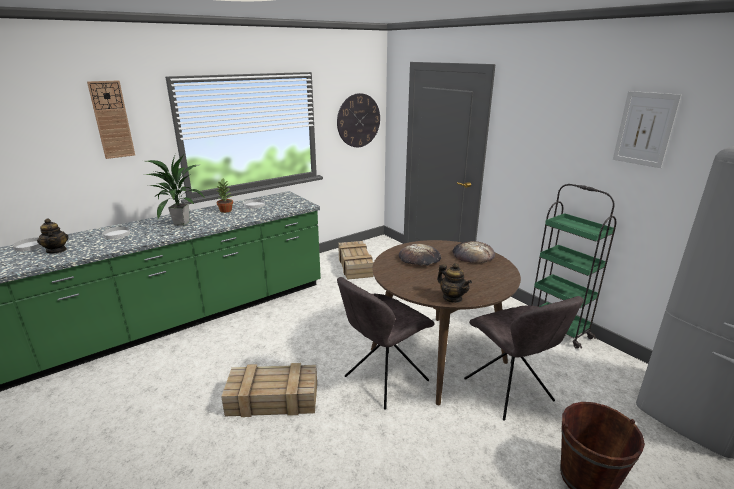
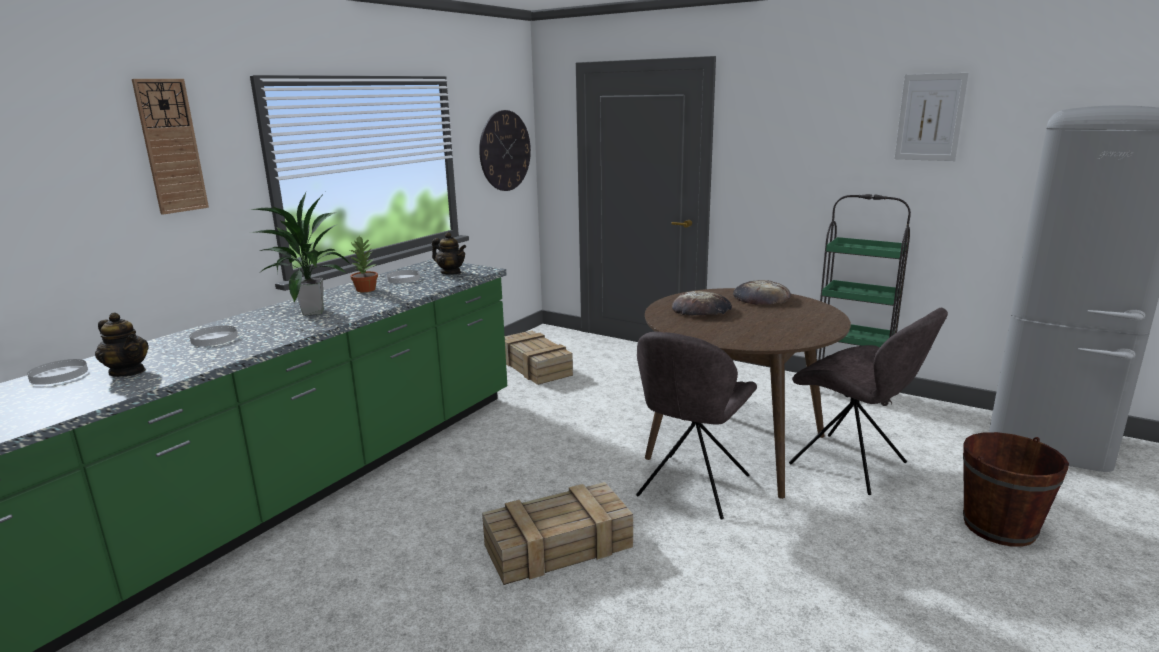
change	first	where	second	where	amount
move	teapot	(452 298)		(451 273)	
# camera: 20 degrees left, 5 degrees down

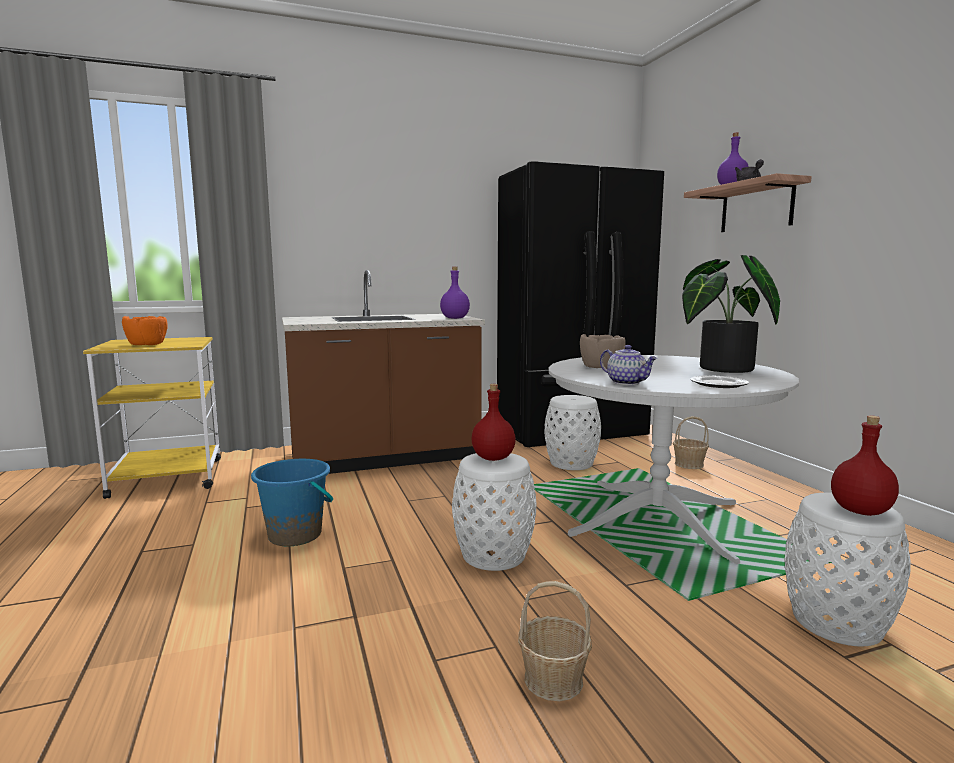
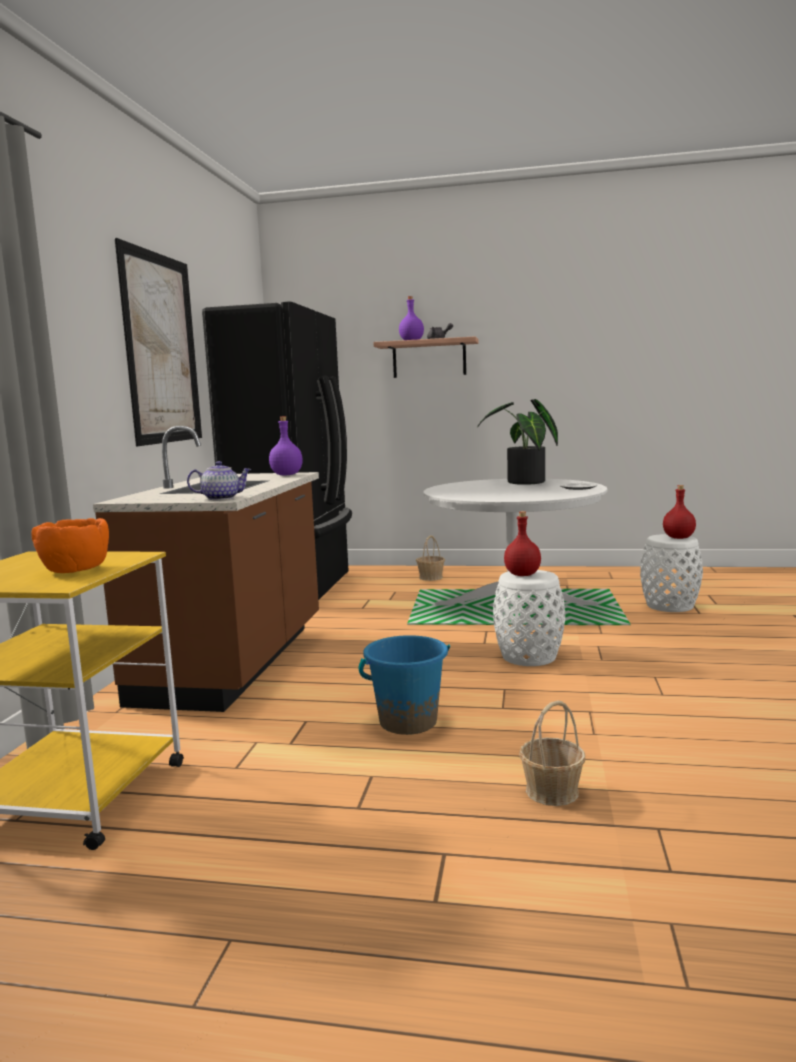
change	first	where	second	where	amount
delete	brown bowl	(601 368)			
move	teapot	(627 382)		(221 498)	
delete	white stool	(571 463)			
move	basket	(553 679)		(551 791)	
insert			picture	(162 349)	
# camera: 60 degrees left, 0 degrees up

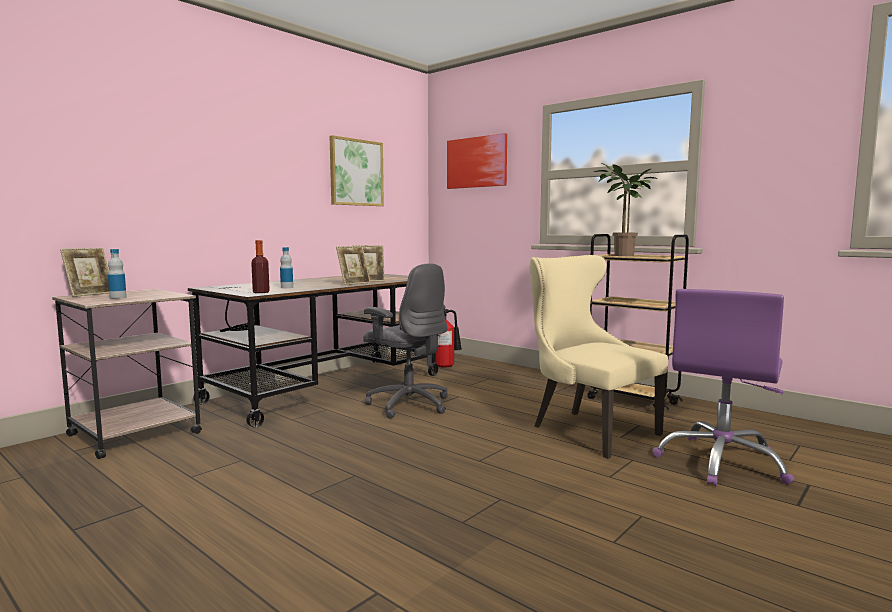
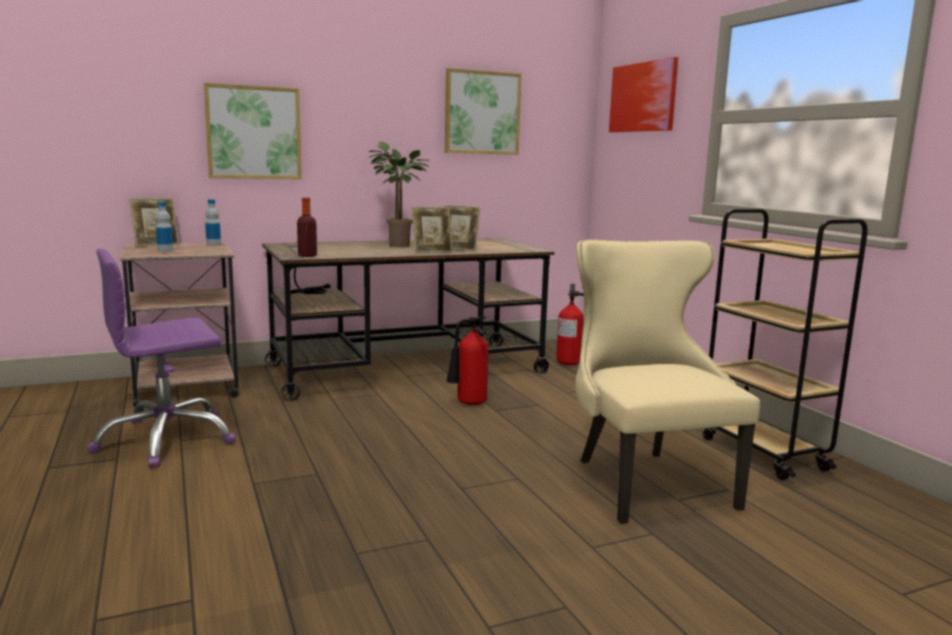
change	first	where	second	where	amount
move	potted plant	(622 257)		(395 245)	
move	bottle	(287 287)		(213 245)	
replace	grey office chair	(408 404)	fire extinguisher	(468 404)	
move	purple office chair	(721 462)		(166 439)	
insert			picture	(254 132)	
# camera: 25 degrees right, 5 degrees up

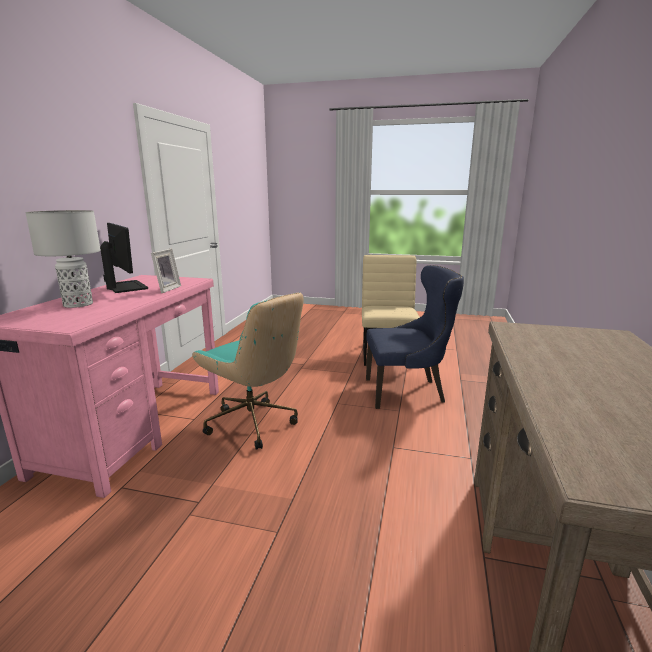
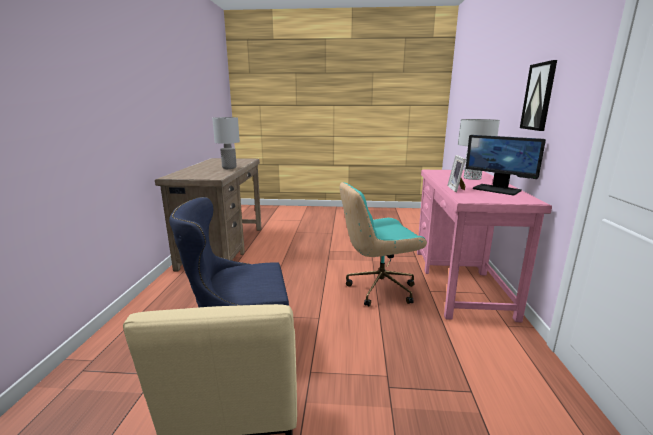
change	first	where	second	where	amount
rotate	turquoise office chair	(253 426)		(378 290)	45 degrees counterclockwise
insert			picture	(538 97)	
insert			grey table lamp	(229 168)	
# camera: 170 degrees right, 0 degrees up

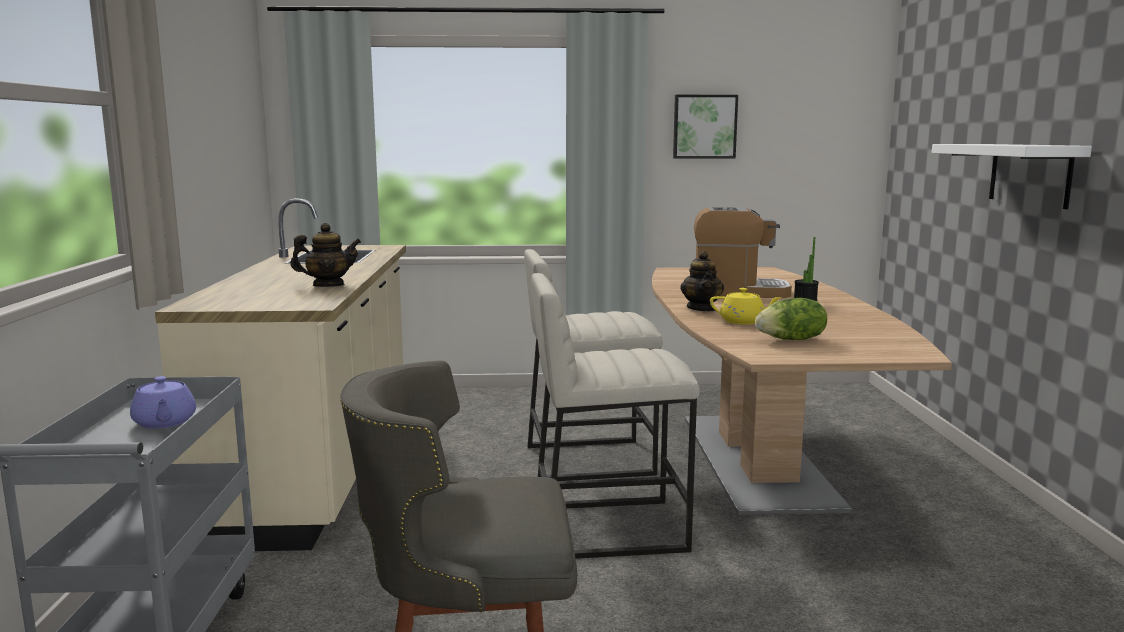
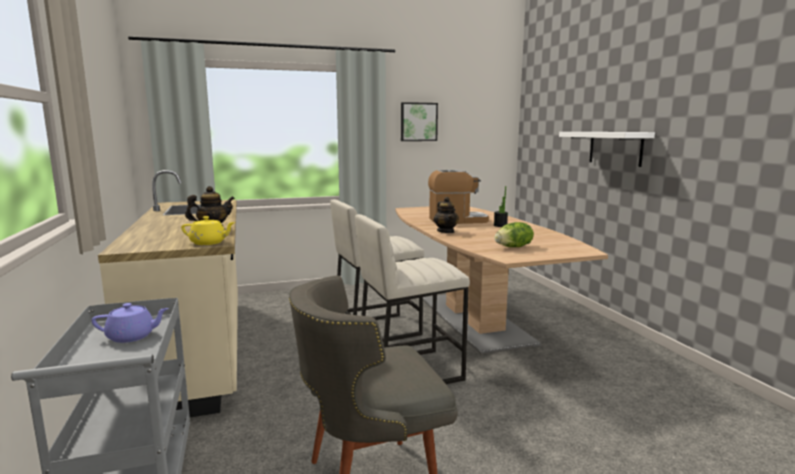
change	first	where	second	where	amount
move	yellow teapot	(743 322)		(209 243)	
rotate	purple teapot	(164 423)		(132 336)	60 degrees counterclockwise
# camera: 15 degrees left, 0 degrees up

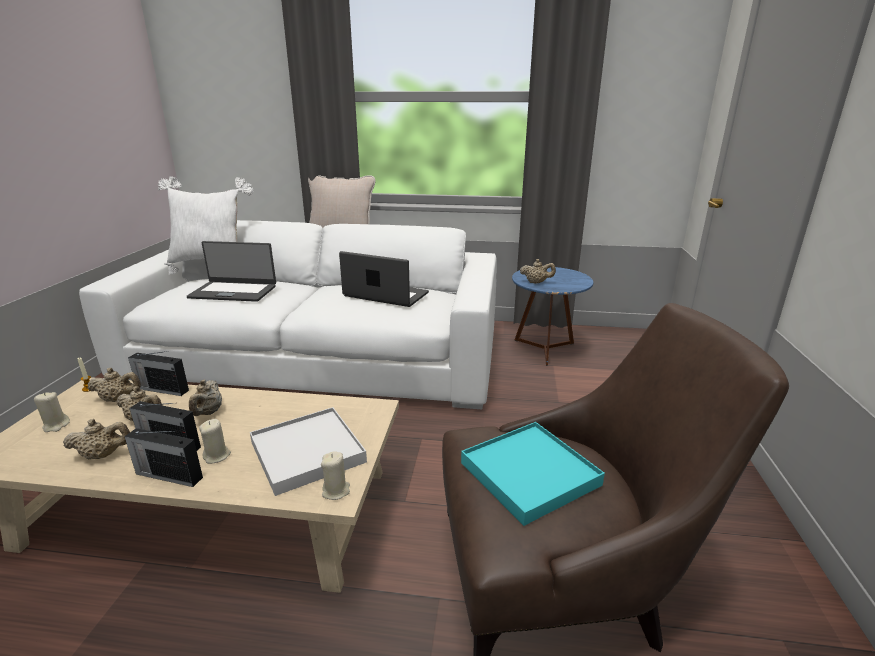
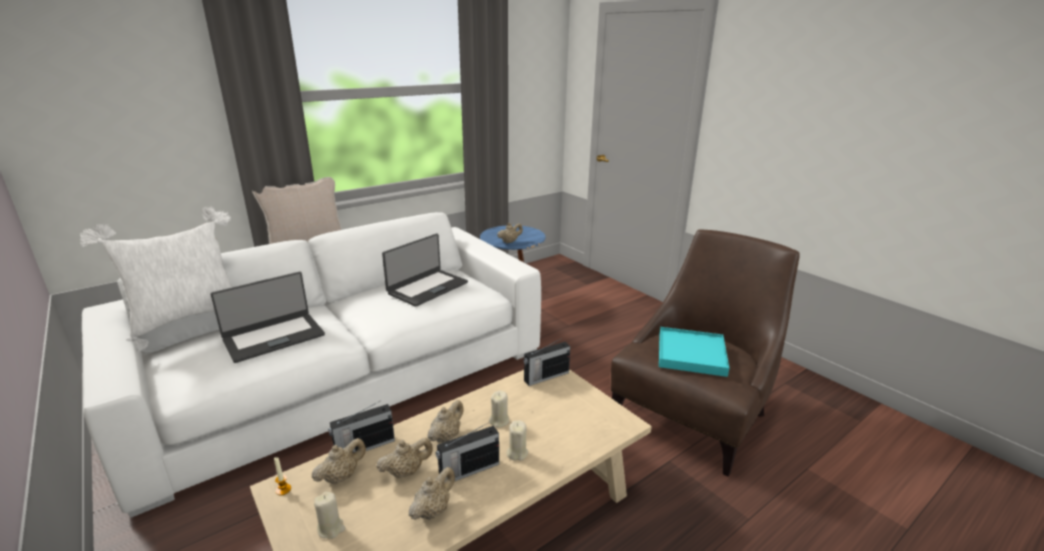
change	first	where	second	where	amount
rotate	laptop	(385 295)		(427 288)	150 degrees clockwise
rotate	beige teapot	(208 412)		(446 436)	105 degrees counterclockwise
delete	white tray	(308 452)			
move	radio	(168 475)		(545 377)	
move	beige candle	(336 491)		(499 420)	
# camera: 45 degrees left, 0 degrees up

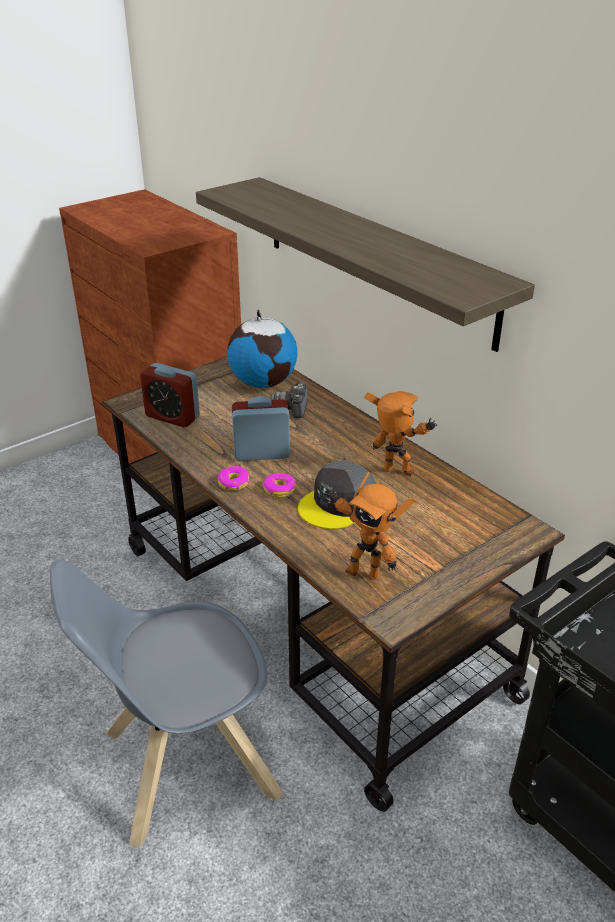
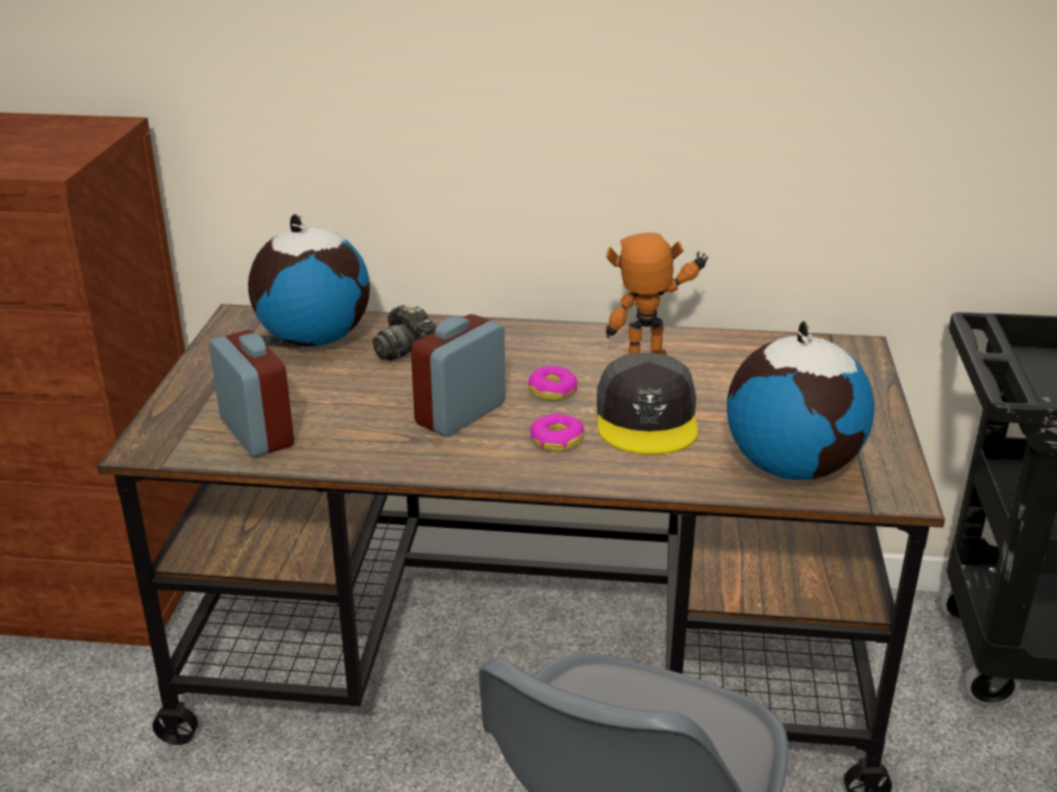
change	first	where	second	where	amount
delete	shelf	(374 258)			
rotate	alarm clock	(172 417)		(256 433)	105 degrees counterclockwise
move	donut	(233 483)		(552 391)	
replace	toy robot	(363 571)	globe	(791 466)	
# camera: 45 degrees left, 5 degrees down

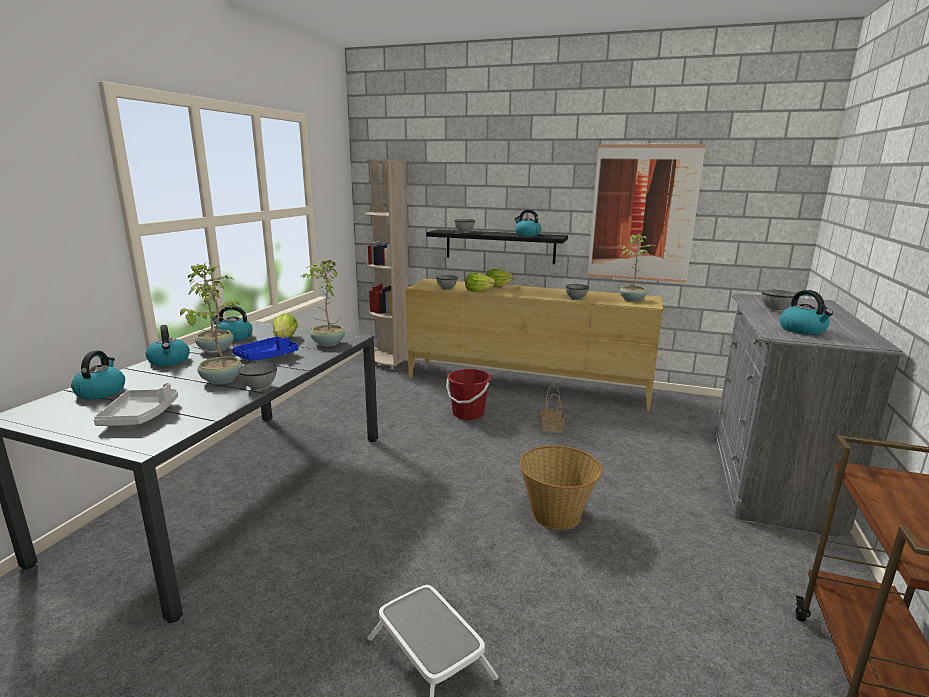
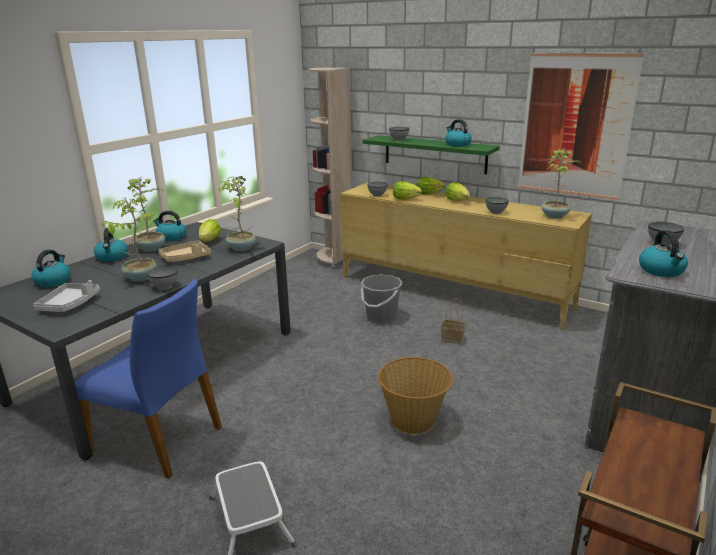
change	first	where	second	where	amount
recolor	black shelf	(500 246)	green shelf	(434 154)	
recolor	blue tray	(267 356)	beige tray	(186 258)	
recolor	red bucket	(468 413)	grey bucket	(381 316)	
insert			lettuce	(457 201)	
insert			blue chair	(158 439)	
# camera: 15 degrees right, 5 degrees up

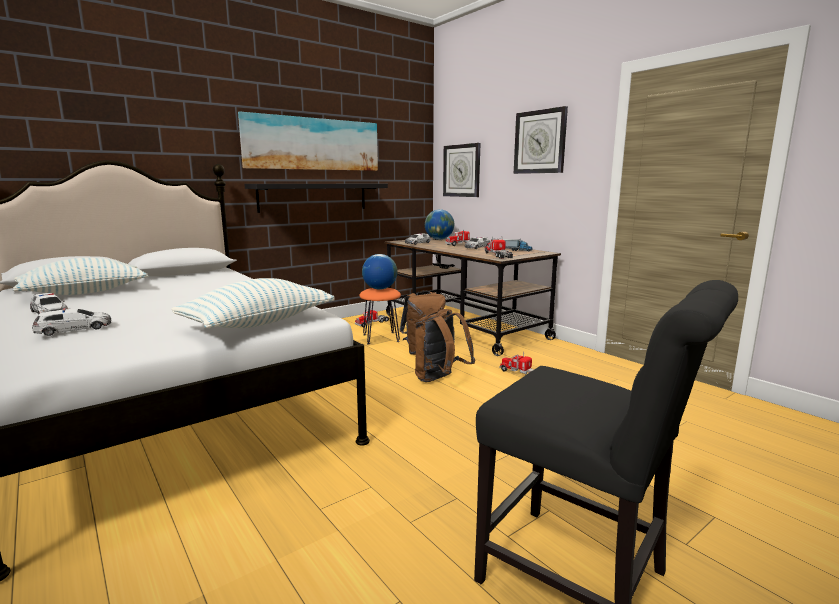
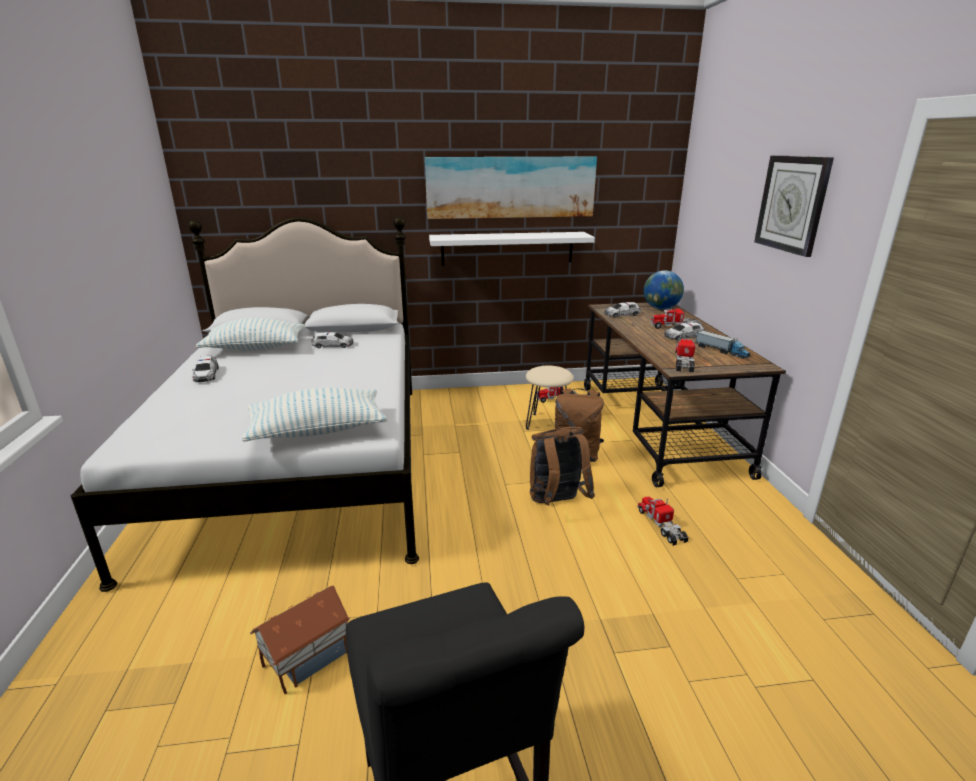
change	first	where	second	where	amount
delete	wall clock	(462 170)			
recolor	black shelf	(313 197)	white shelf	(507 248)	
delete	globe	(380 289)			
recolor	orange stool	(380 338)	beige stool	(547 423)	
move	toy car	(74 329)		(333 345)	
insert			toy house	(305 659)	
# camera: 30 degrees right, 10 degrees up

